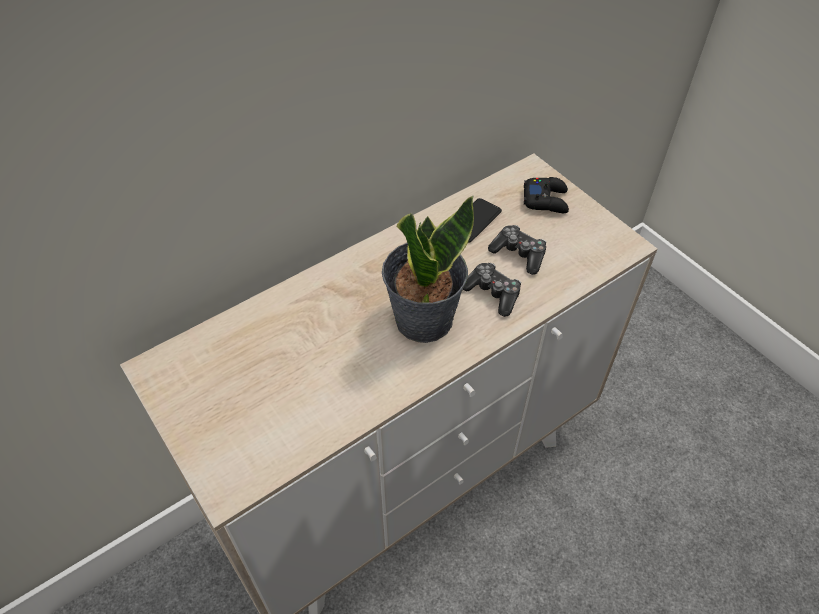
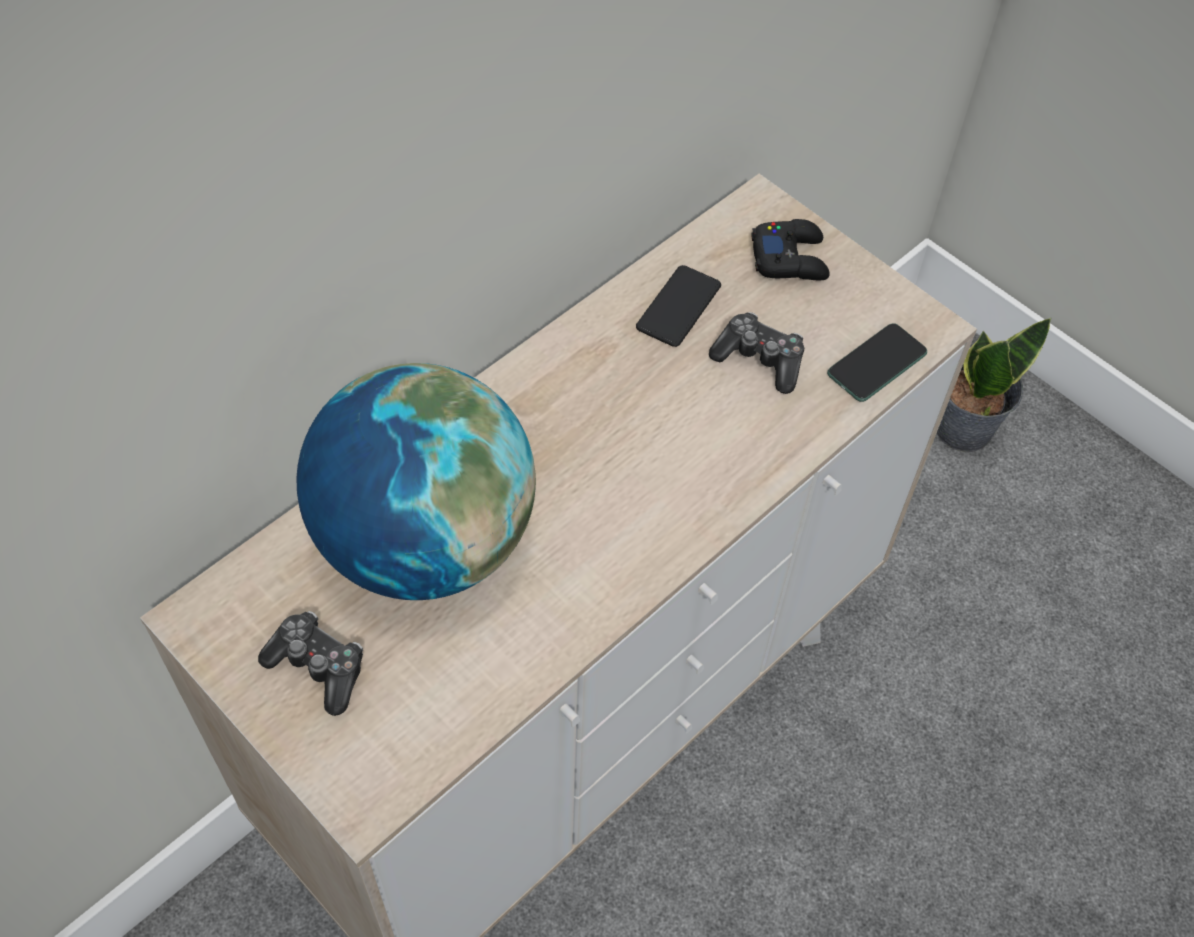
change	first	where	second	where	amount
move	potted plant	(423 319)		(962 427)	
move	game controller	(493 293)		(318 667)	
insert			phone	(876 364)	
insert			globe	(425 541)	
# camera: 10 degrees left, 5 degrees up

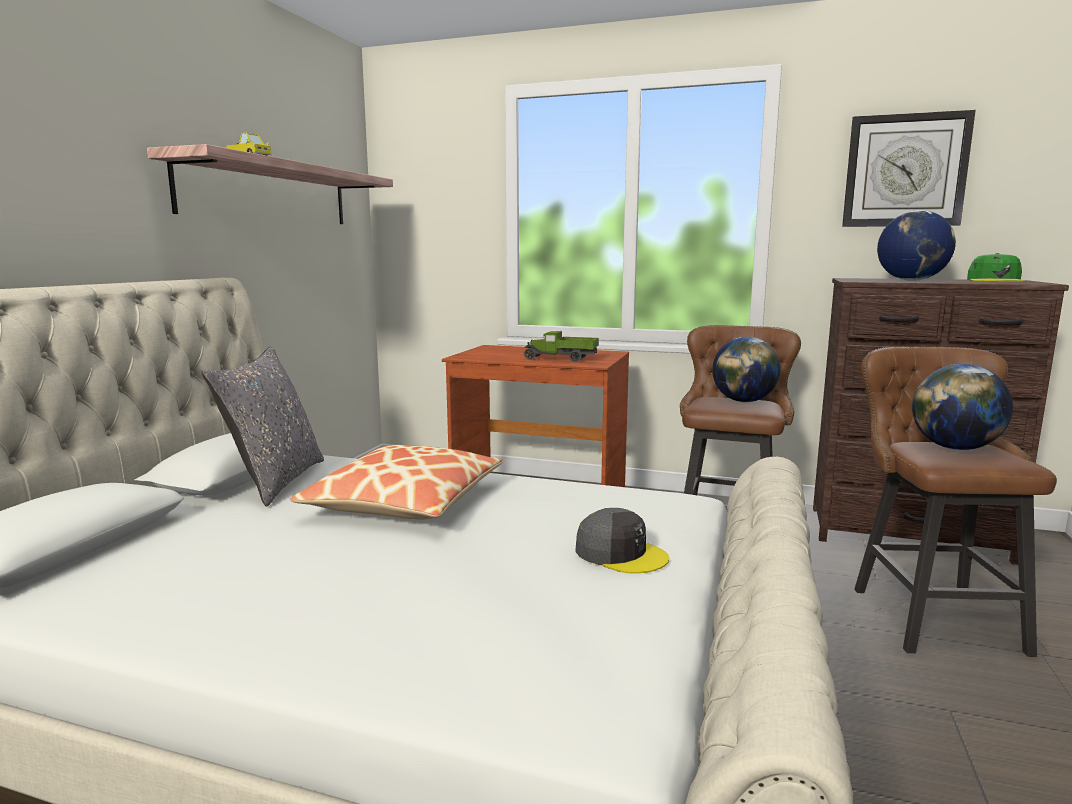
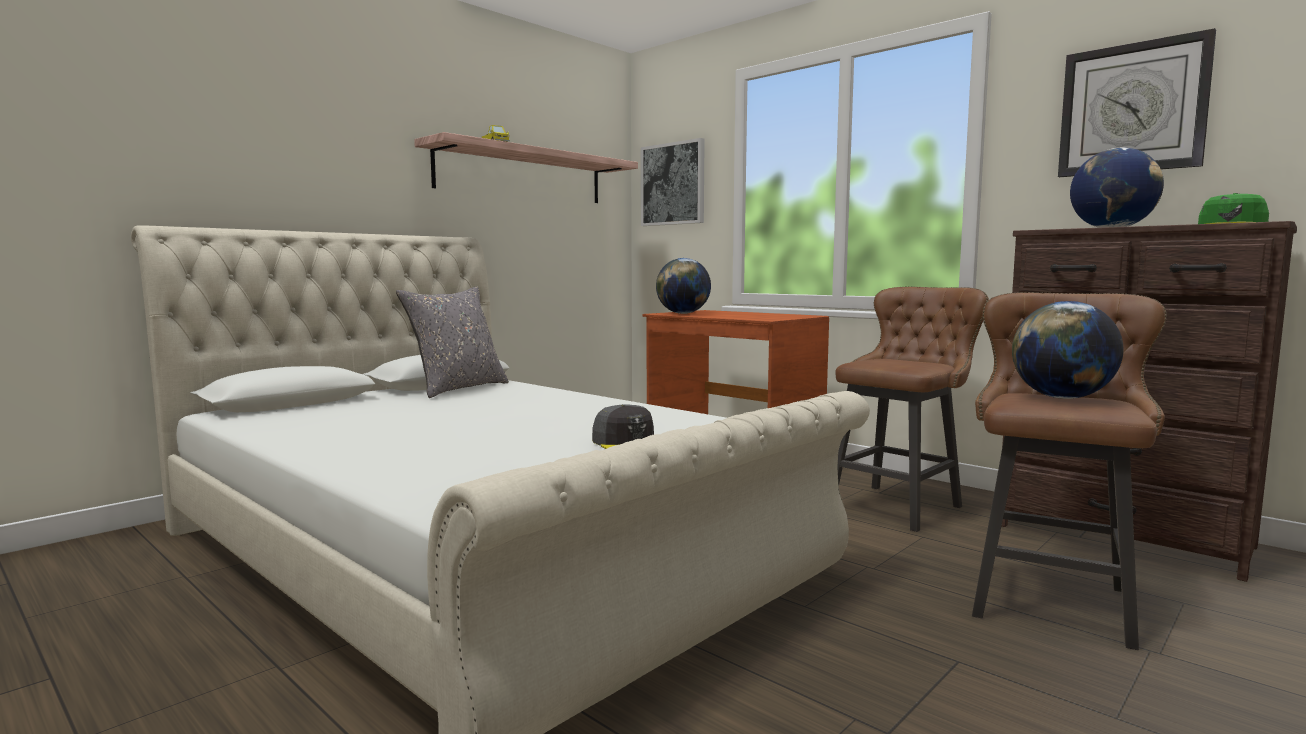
change	first	where	second	where	amount
delete	toy truck	(561 359)			
move	globe	(743 401)		(683 313)	
delete	pillow	(405 502)			
insert			picture	(673 184)	
# camera: 25 degrees right, 5 degrees down

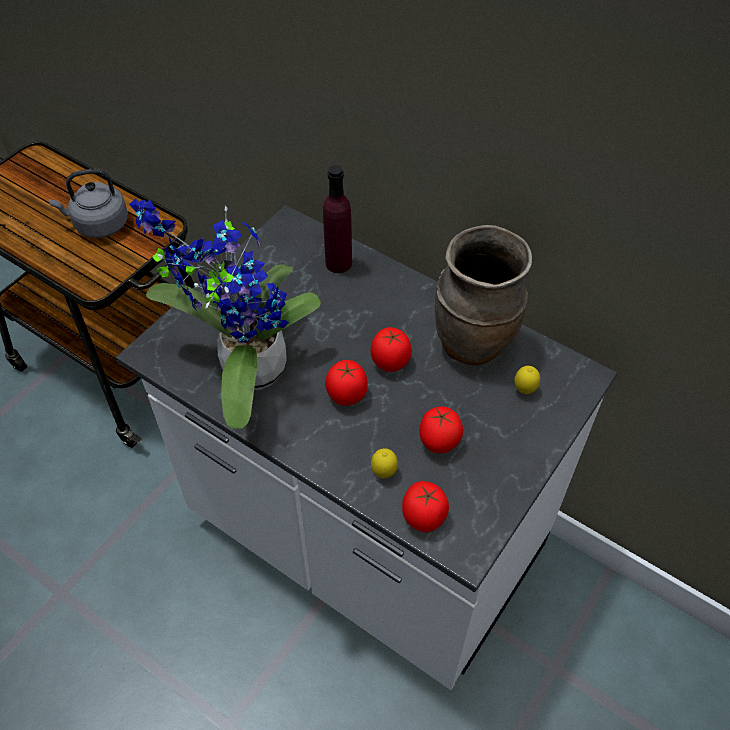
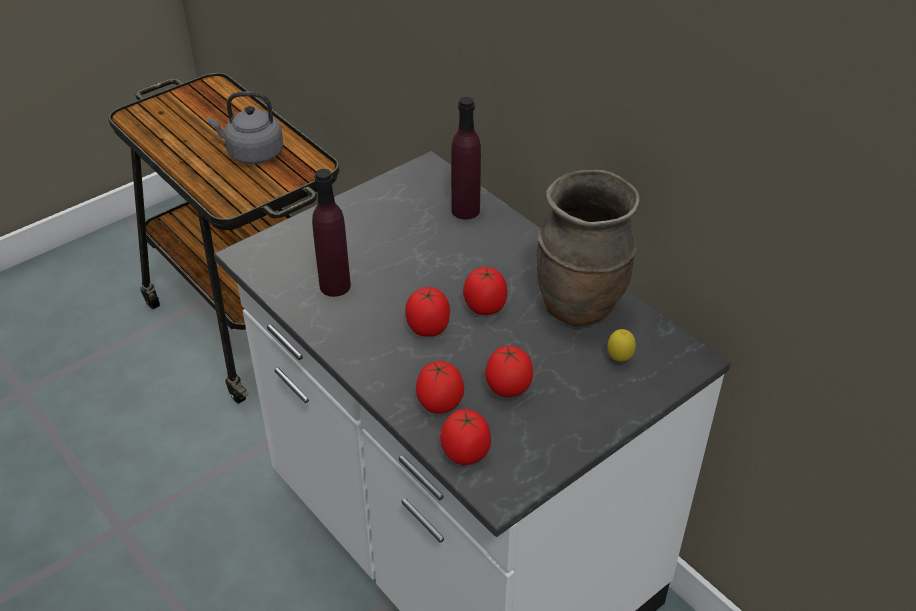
change	first	where	second	where	amount
replace	potted plant	(245 368)	purple bottle	(335 286)	
replace	lemon	(384 473)	tomato	(439 405)	
# camera: 15 degrees right, 10 degrees down

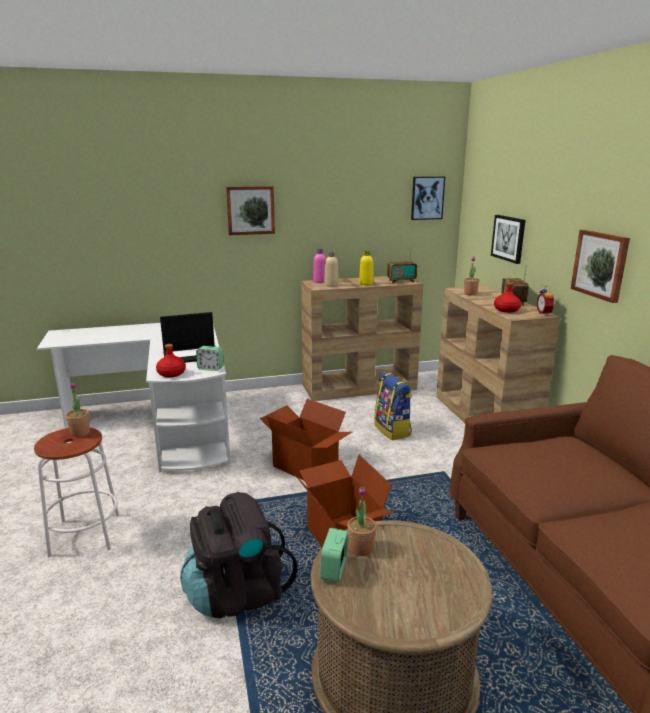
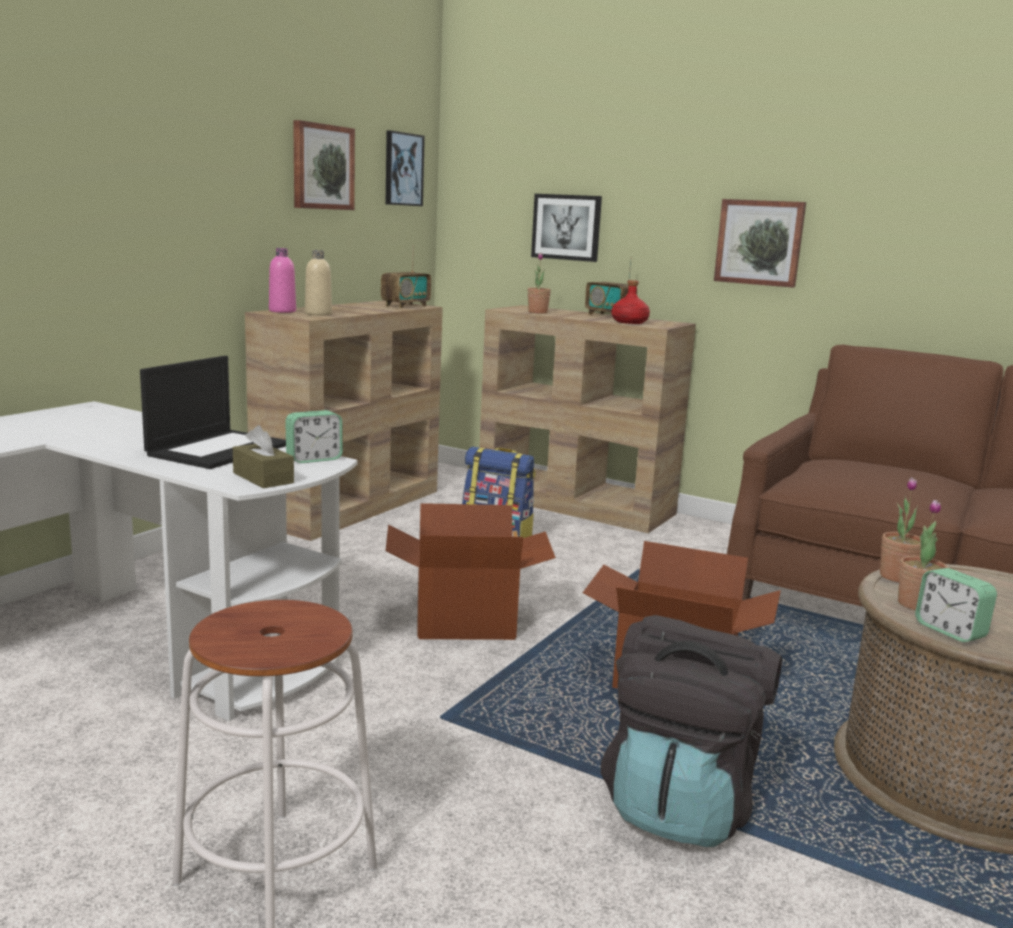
change	first	where	second	where	amount
move	picture	(250 210)		(322 167)	
delete	yellow bottle	(366 283)			
delete	alarm clock	(545 313)			
replace	red bottle	(171 374)	brown tissue box	(263 478)	
move	potted plant	(80 433)		(897 577)	
# camera: 45 degrees left, 5 degrees down

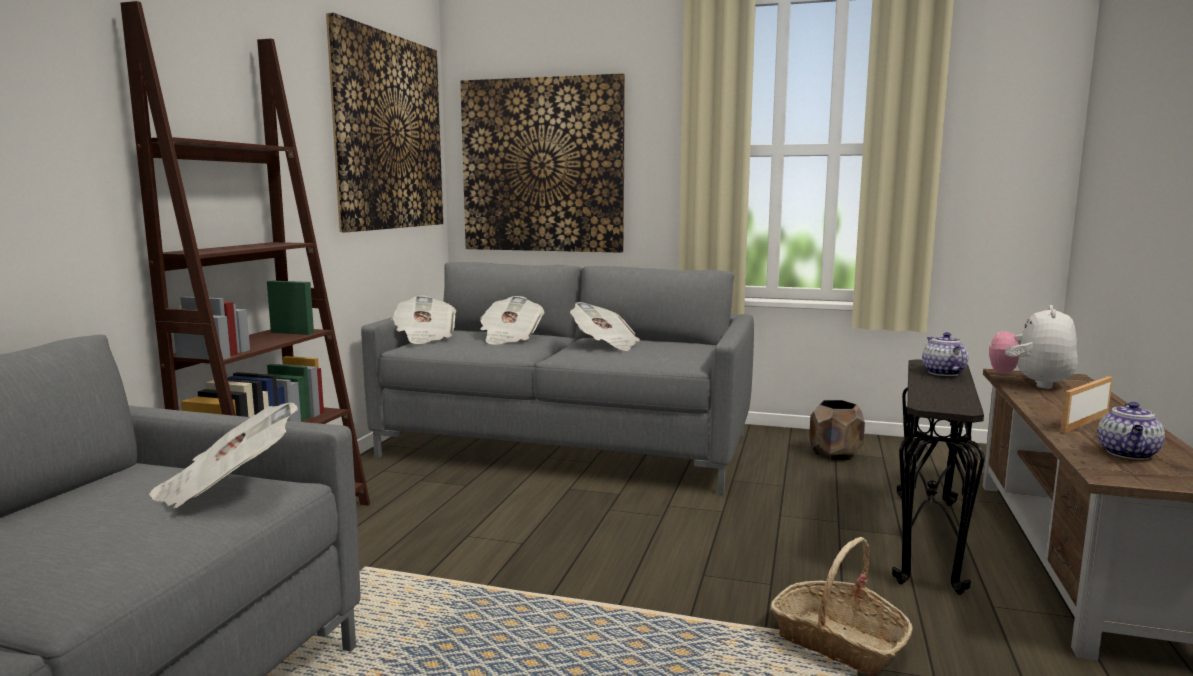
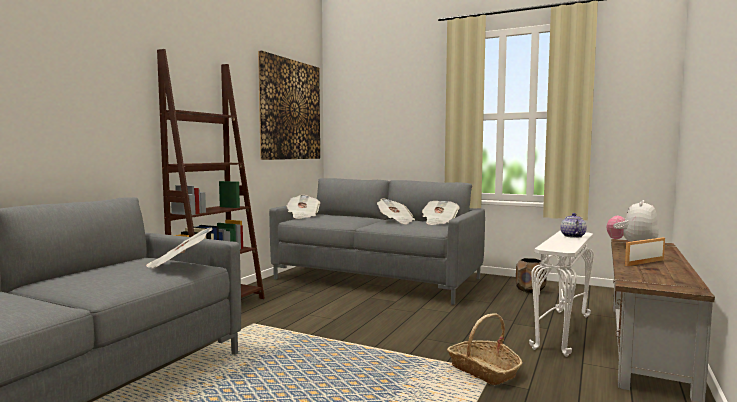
change	first	where	second	where	amount
delete	picture	(542 165)			
move	newspaper	(510 338)		(439 222)	
recolor	black side table	(927 539)	white side table	(562 331)	
delete	teapot	(1128 454)			
# camera: 10 degrees right, 5 degrees down

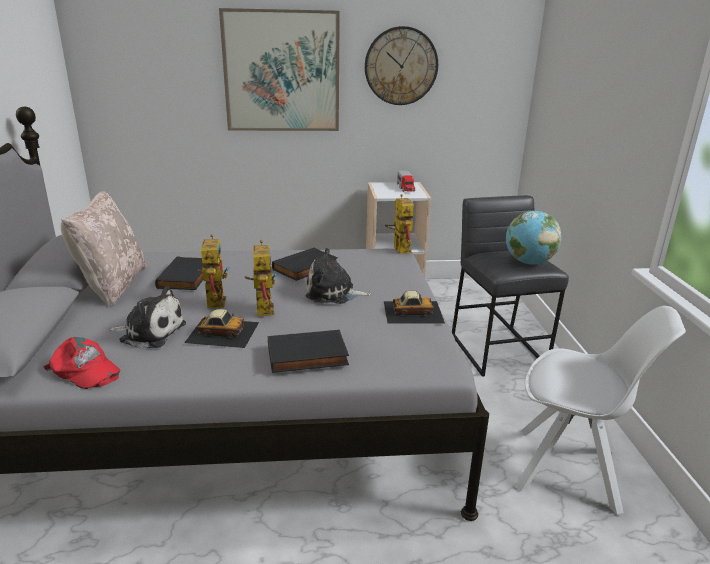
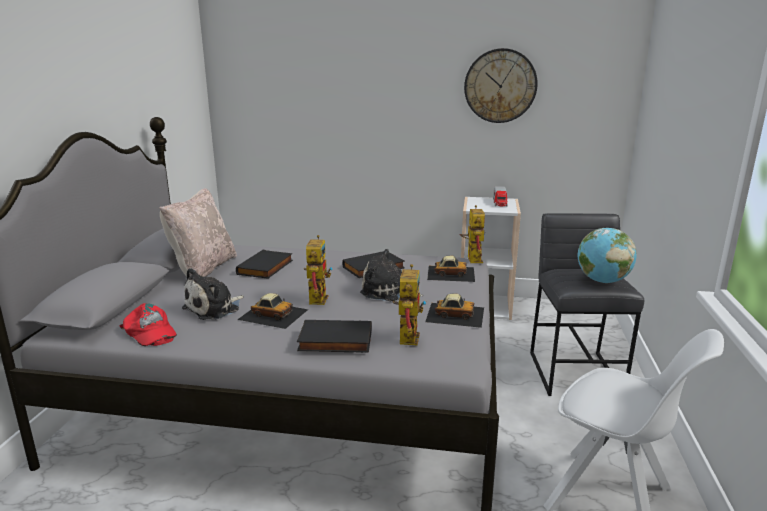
change	first	where	second	where	amount
delete	picture	(282 72)			
move	toy robot	(214 300)		(407 335)	
rotate	plush toy	(150 332)		(214 308)	105 degrees clockwise
insert			toy car	(450 273)	
# camera: 15 degrees right, 5 degrees down

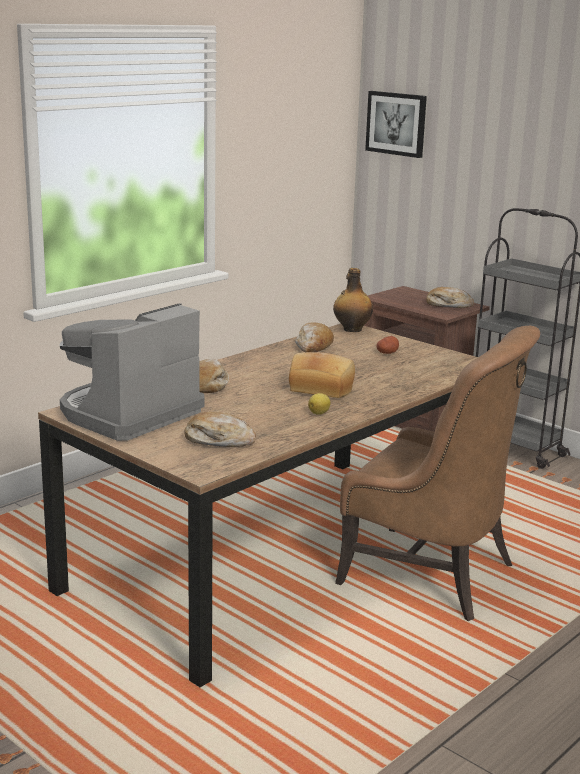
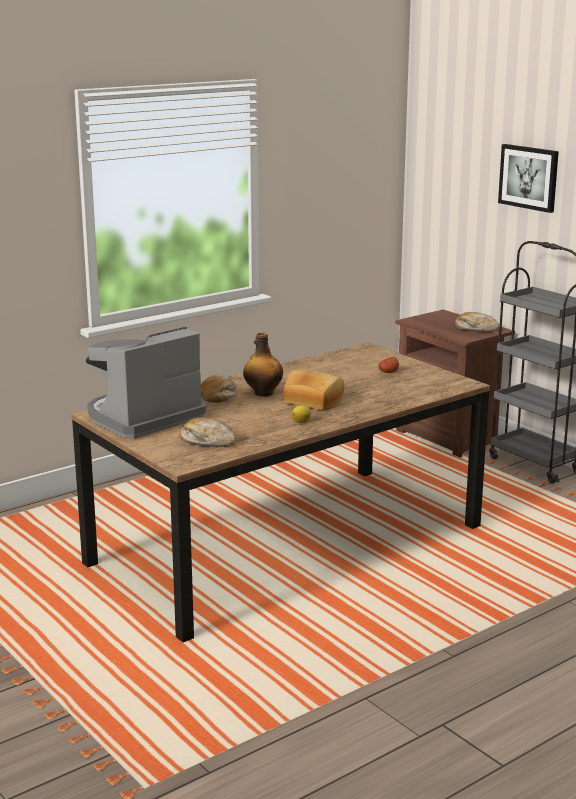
change	first	where	second	where	amount
move	picture	(396 123)		(529 177)	
move	bottle	(351 329)		(263 393)	
delete	bread	(313 346)			
delete	brown chair	(430 573)			
# camera: 10 degrees right, 0 degrees up

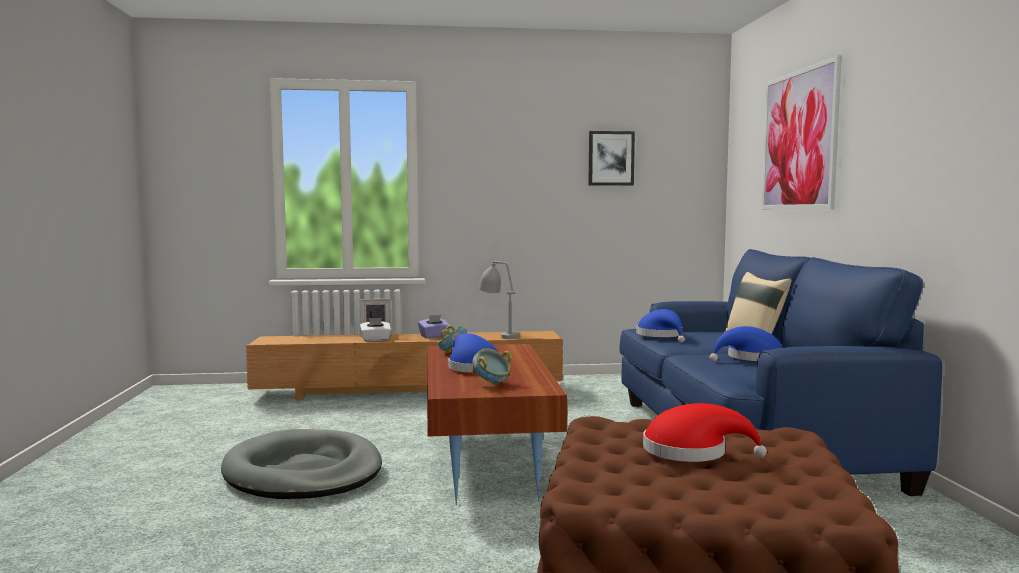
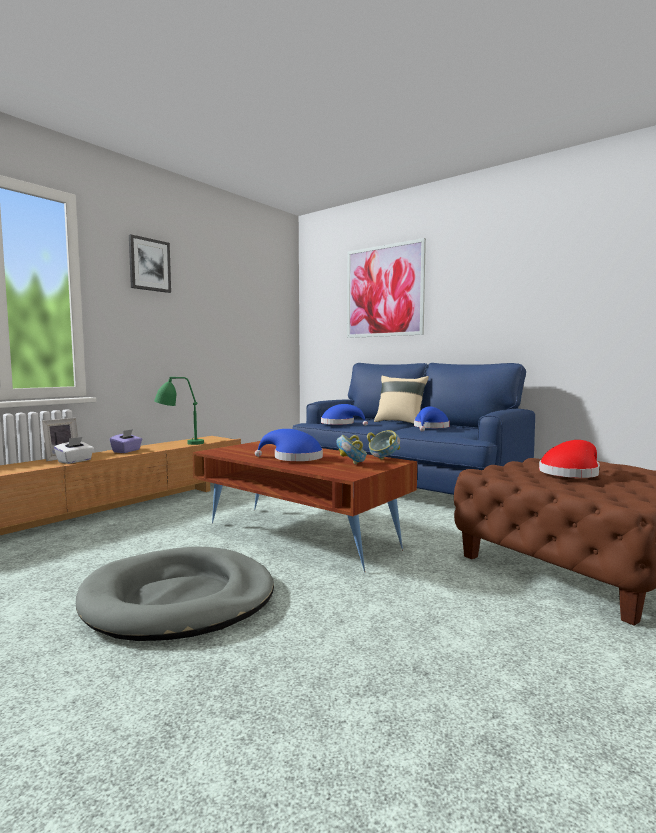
change	first	where	second	where	amount
move	picture	(611 158)		(149 265)	
recolor	grey table lamp	(497 334)	green table lamp	(178 443)	
move	bowl	(452 353)		(383 459)	
# camera: 45 degrees left, 0 degrees up

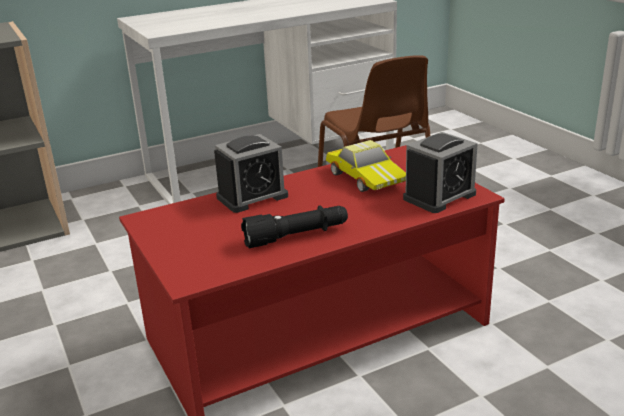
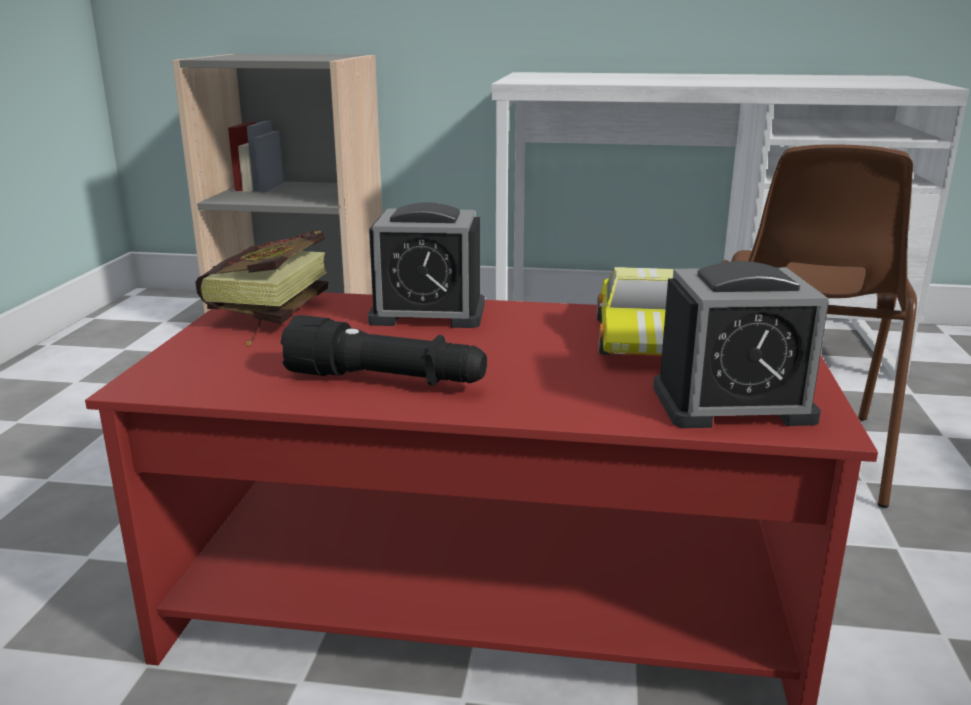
change	first	where	second	where	amount
insert			book	(263 318)	
# camera: 35 degrees right, 5 degrees down

